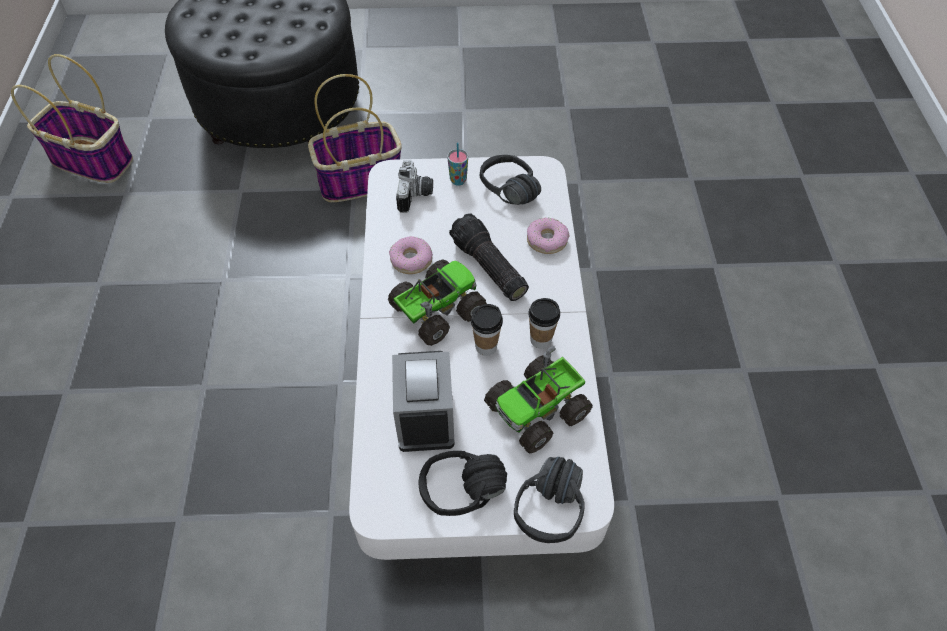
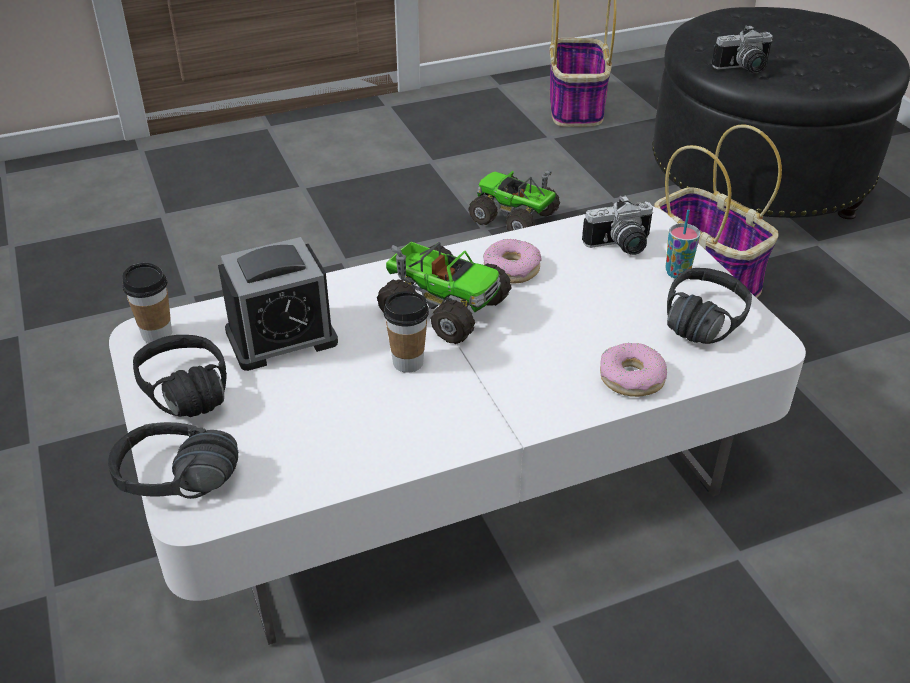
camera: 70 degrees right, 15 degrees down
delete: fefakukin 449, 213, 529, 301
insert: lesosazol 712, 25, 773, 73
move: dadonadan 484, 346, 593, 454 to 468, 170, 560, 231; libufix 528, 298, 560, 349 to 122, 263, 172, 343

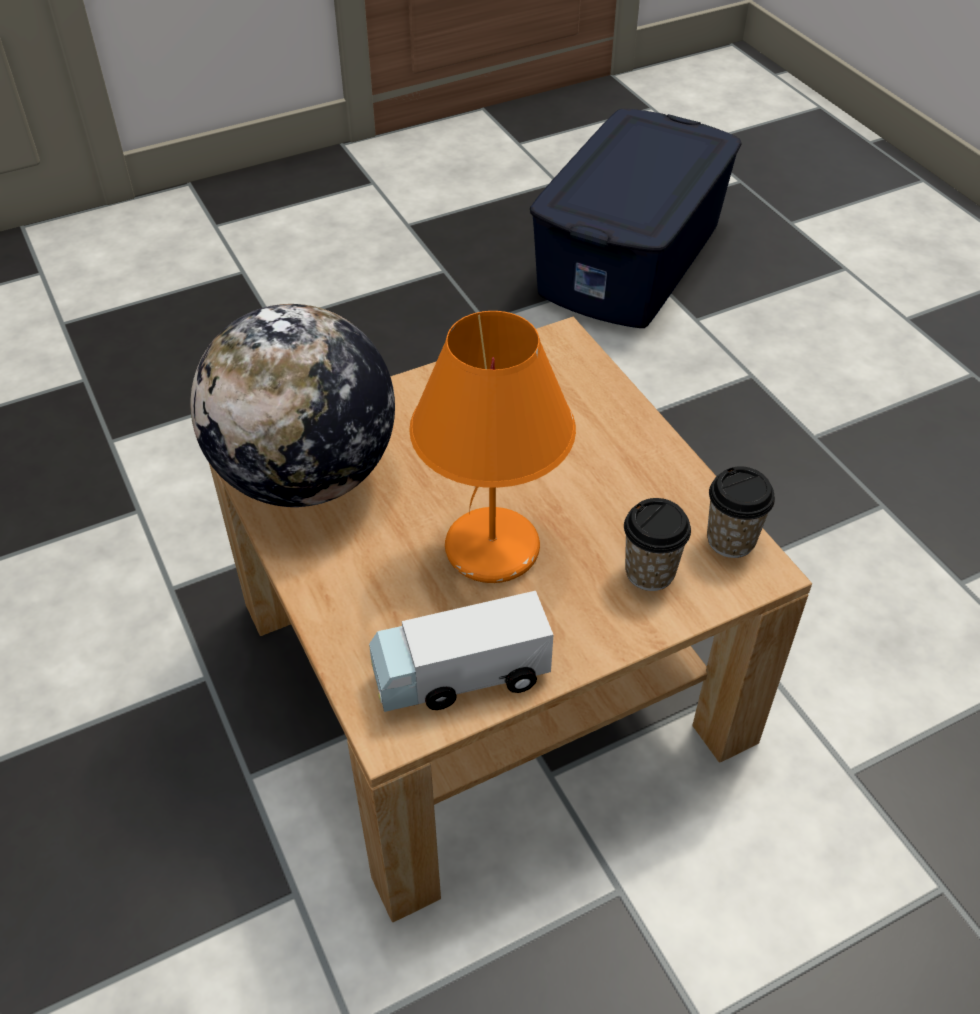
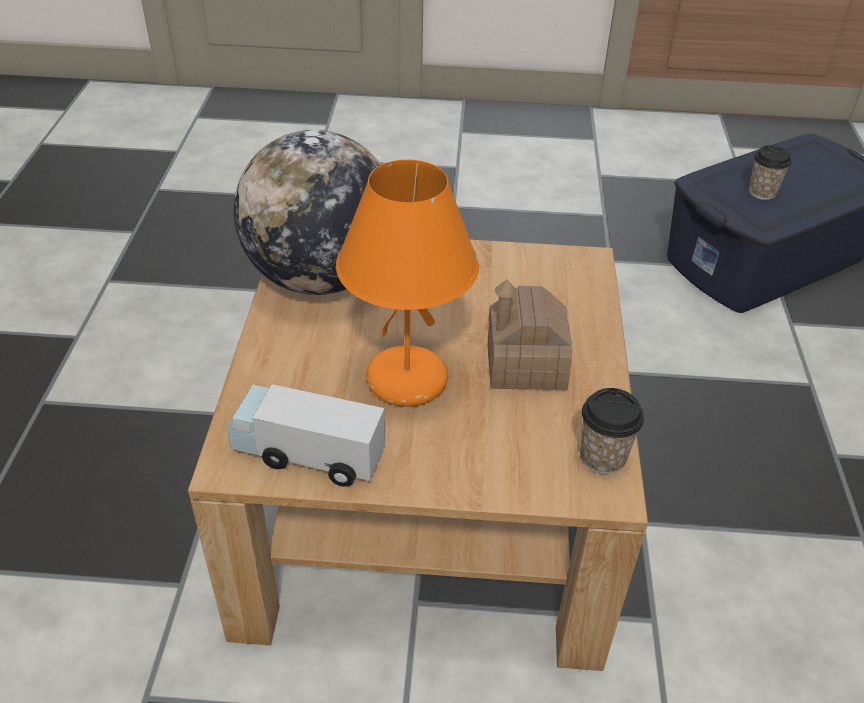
camera: 30 degrees right, 5 degrees down
insert: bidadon 487, 280, 572, 390
move: libufix 624, 498, 691, 591 to 749, 145, 791, 200

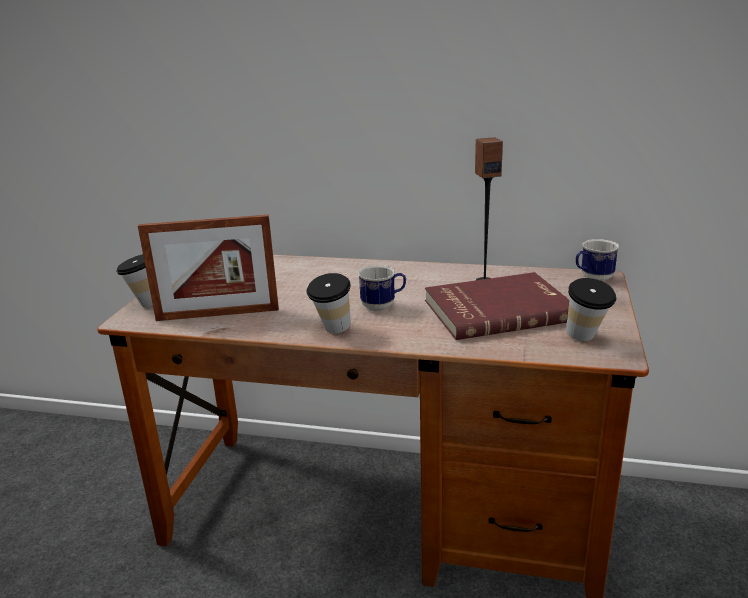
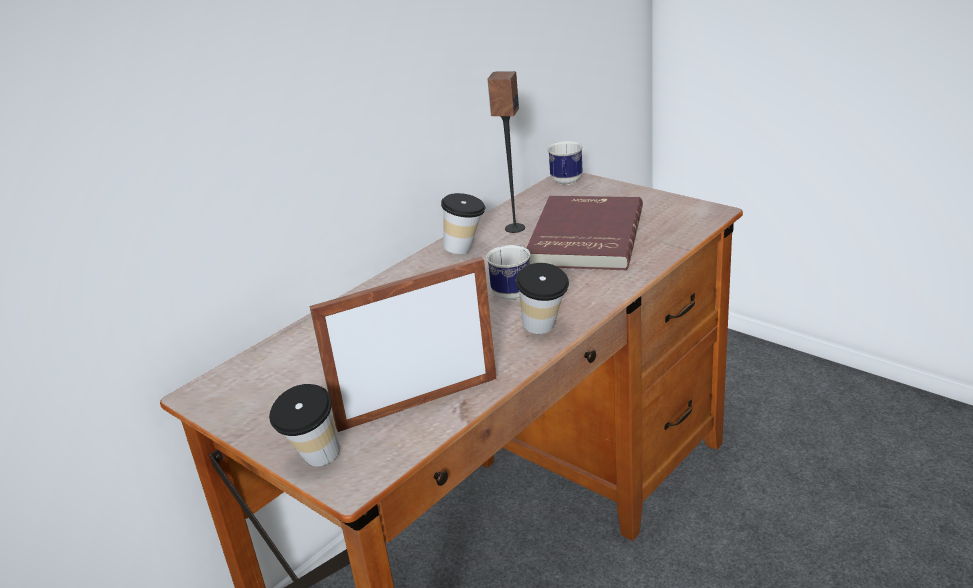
camera: 60 degrees left, 5 degrees up
move: libufix 566, 278, 616, 341 to 441, 193, 485, 254
rotate: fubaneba 138, 215, 279, 321 = 310, 257, 496, 432 135 degrees counterclockwise

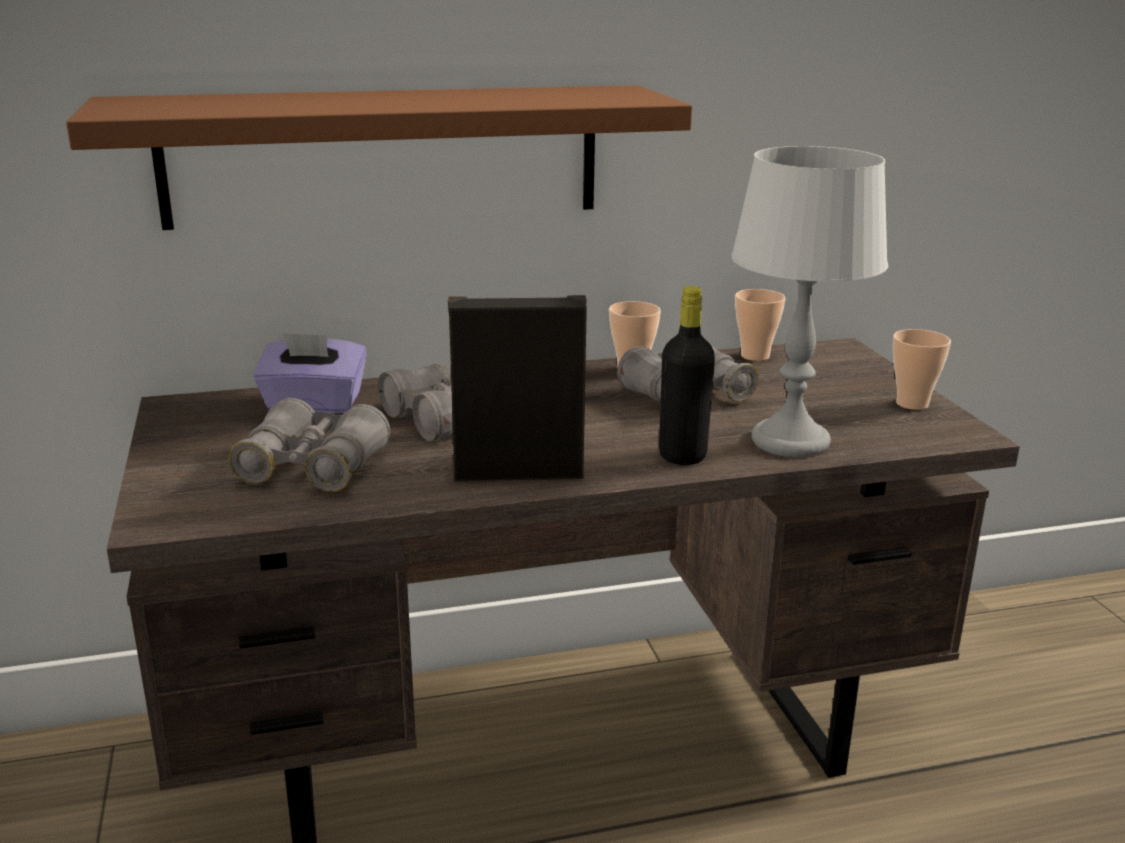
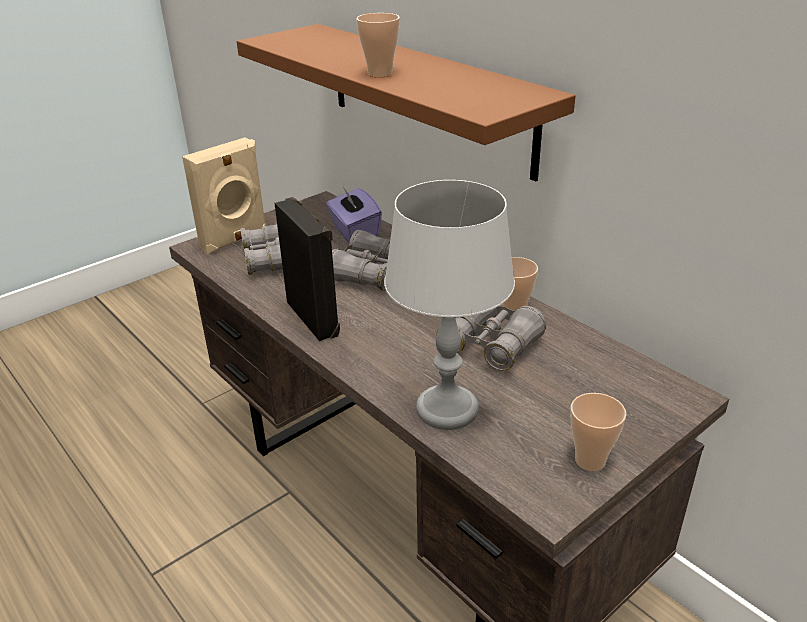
camera: 65 degrees right, 10 degrees up
delete: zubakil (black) 659, 286, 715, 465
insert: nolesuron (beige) 182, 137, 267, 254
move: libufix 735, 289, 786, 361 to 356, 13, 400, 78

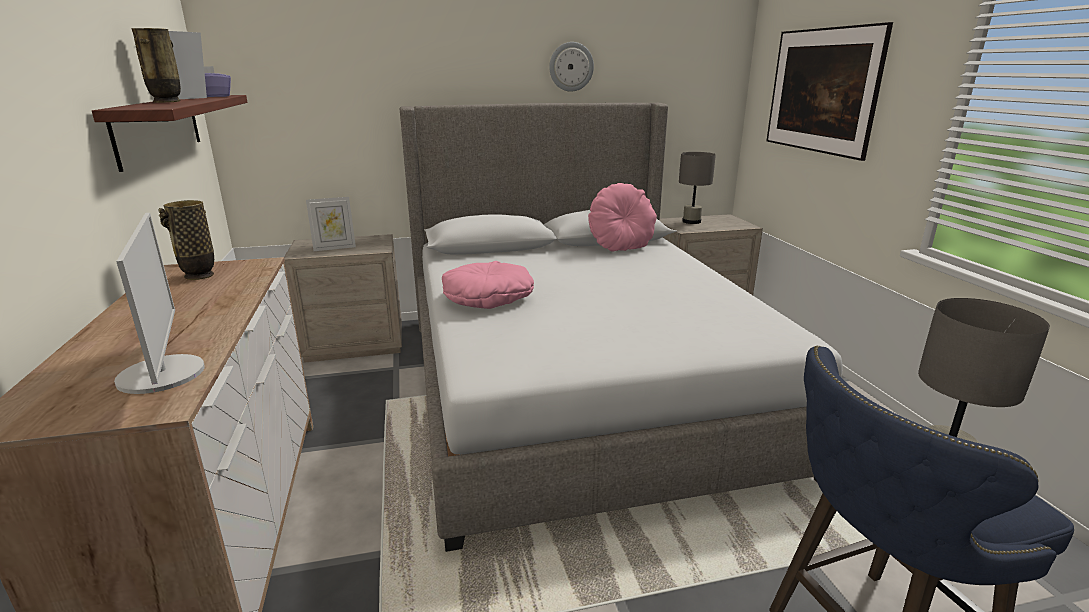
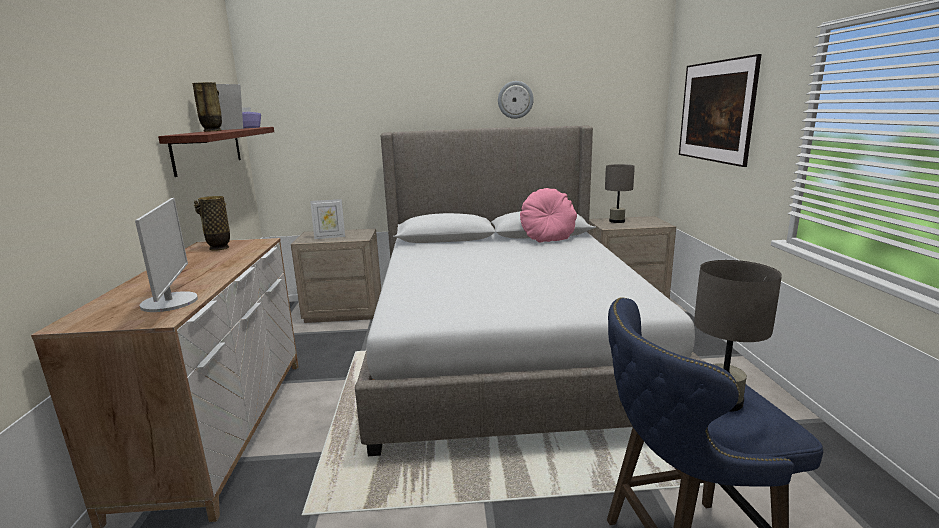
camera: 10 degrees right, 5 degrees down
delete: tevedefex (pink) 442, 261, 534, 309

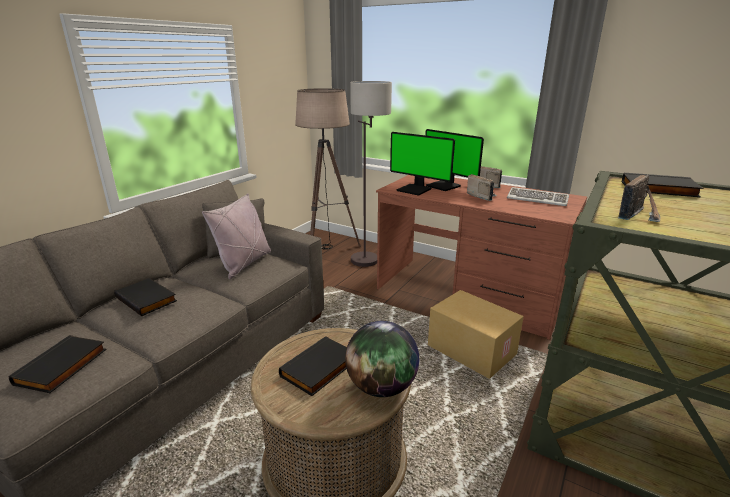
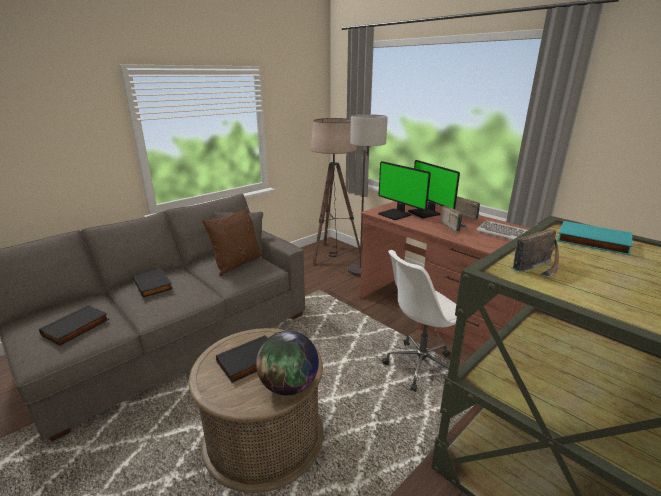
camera: 15 degrees right, 0 degrees up
replace: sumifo 428, 290, 524, 379 to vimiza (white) 382, 250, 457, 392
recolor: tevedefex (purple) 202, 193, 271, 279 to tevedefex (brown) 202, 207, 263, 276; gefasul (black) 622, 173, 703, 197 to gefasul (turquoise) 557, 221, 633, 255

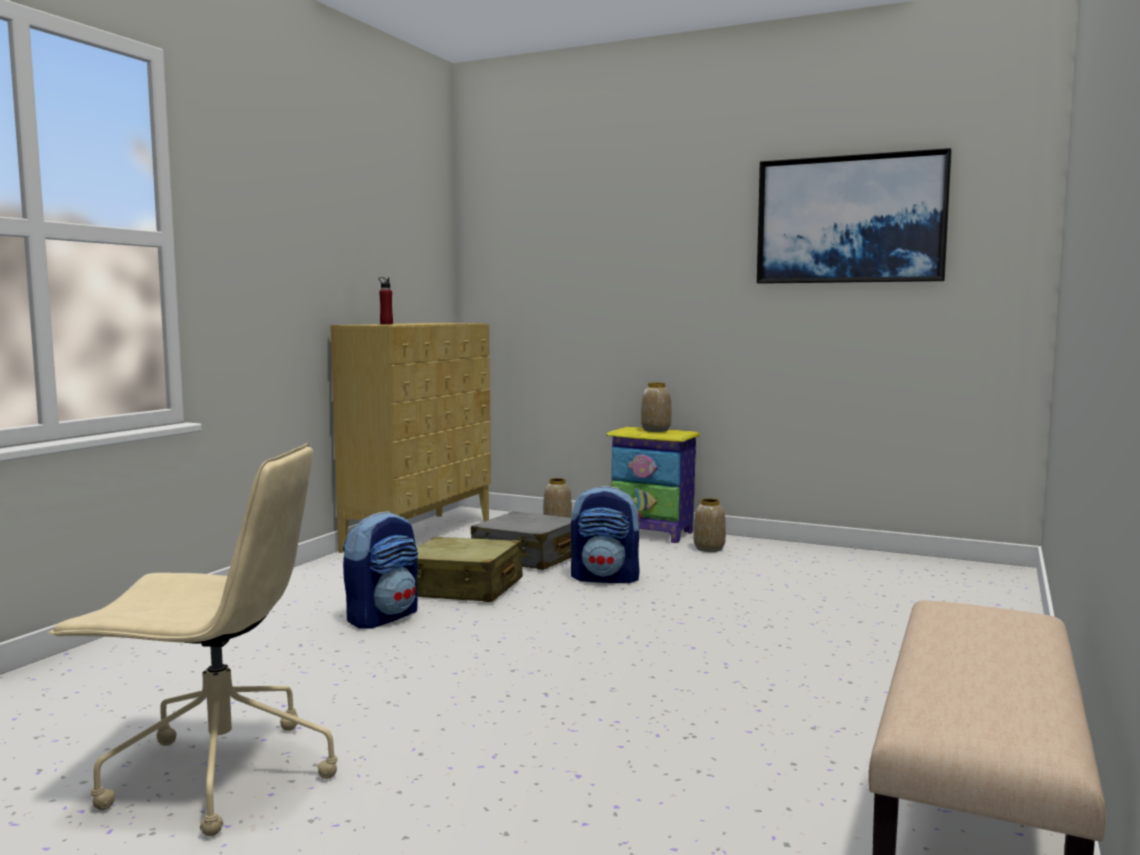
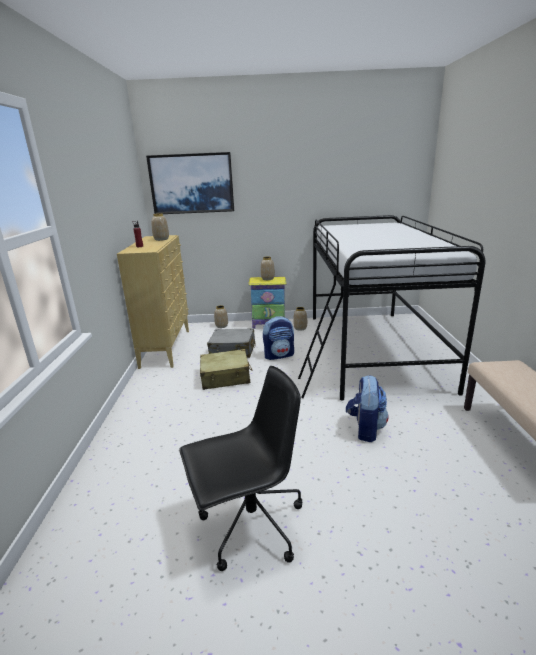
camera: 25 degrees left, 15 degrees up
insert: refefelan 151, 213, 169, 241; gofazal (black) 298, 215, 485, 401
move: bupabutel 343, 511, 418, 628 to 346, 375, 388, 442; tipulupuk 757, 148, 952, 284 to 146, 152, 234, 214
recolor: vimiza (beige) 48, 443, 338, 836 to vimiza (black) 179, 366, 302, 571

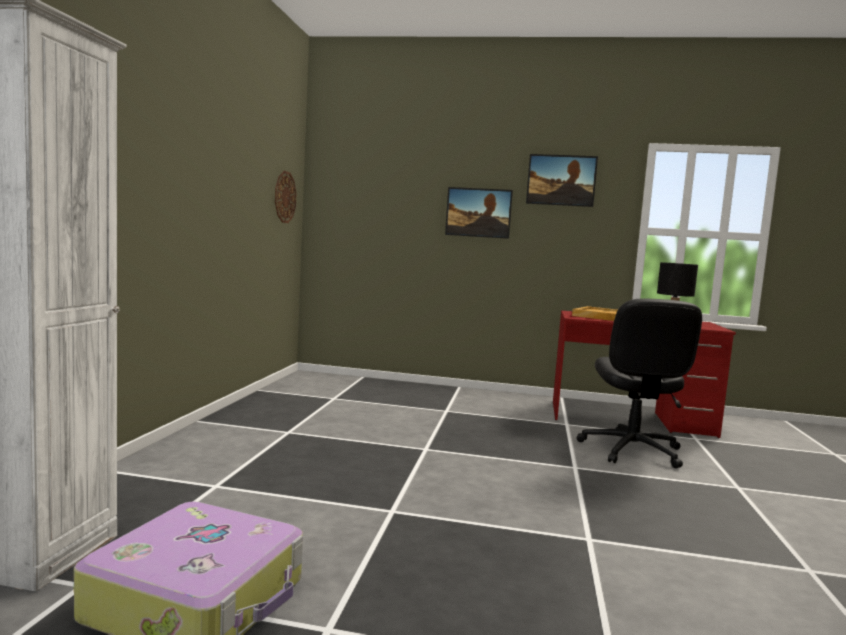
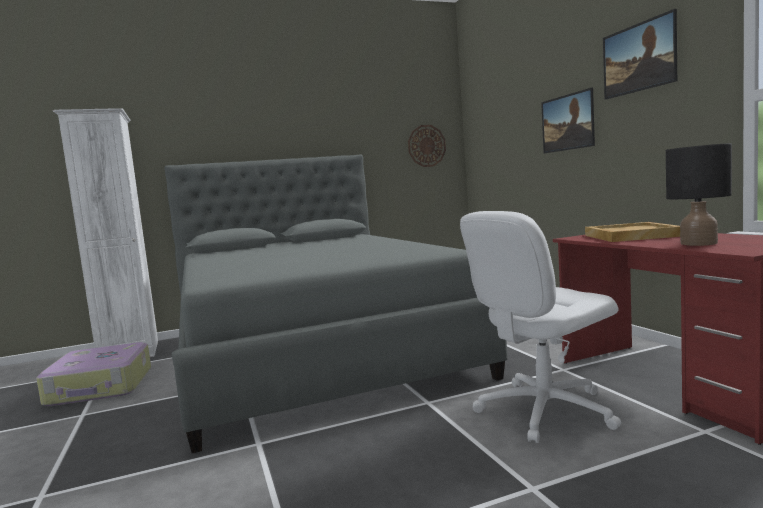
camera: 60 degrees right, 0 degrees up
insert: gofazal (grey) 164, 155, 507, 453
recolor: vimiza (black) 577, 299, 702, 468 to vimiza (white) 460, 211, 621, 443

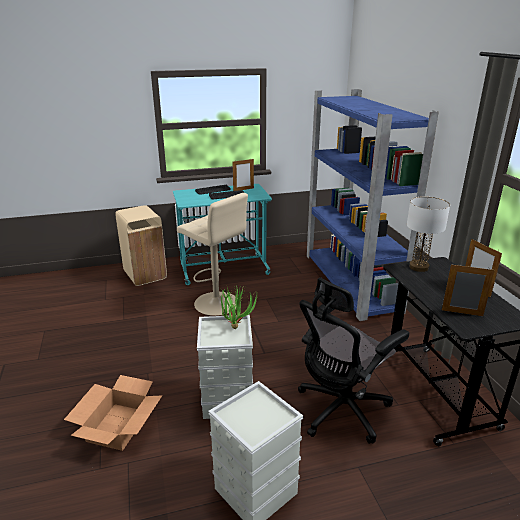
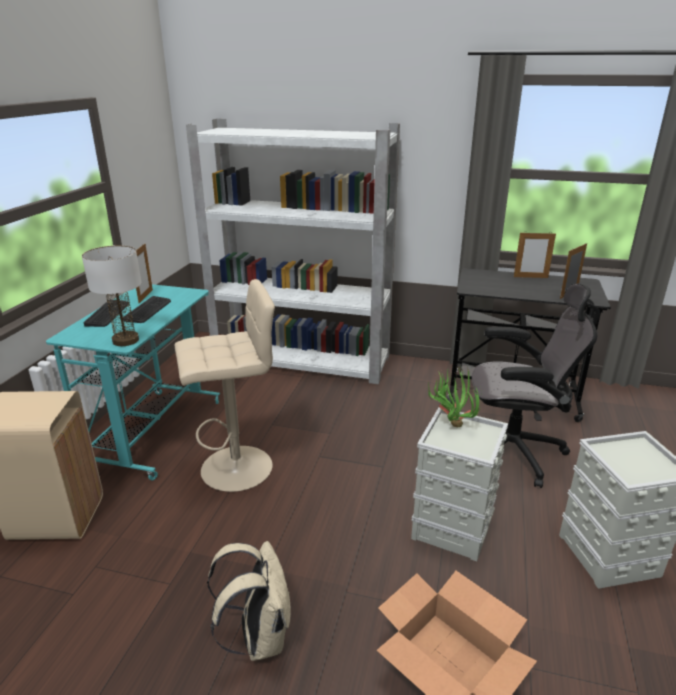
camera: 60 degrees left, 0 degrees up
insert: bupabutel (beige) 207, 541, 291, 661
move: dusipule 407, 197, 450, 272 to 82, 245, 141, 346
recolor: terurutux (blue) 307, 89, 439, 321 to terurutux (white) 186, 119, 400, 385
rotate: vimiza 298, 277, 409, 444 = 472, 283, 600, 488 75 degrees counterclockwise

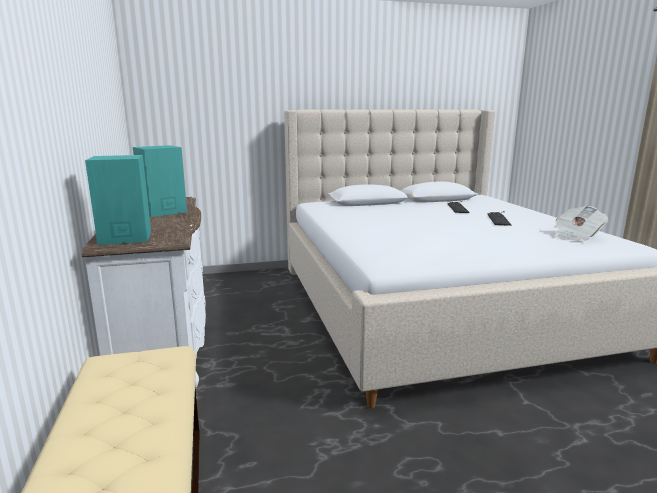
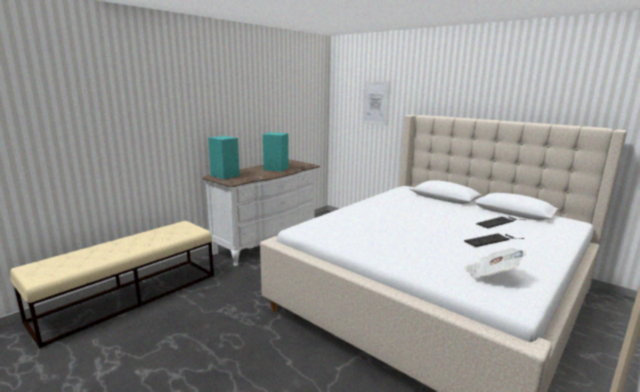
camera: 55 degrees right, 0 degrees up
insert: tipulupuk 362, 81, 390, 125

